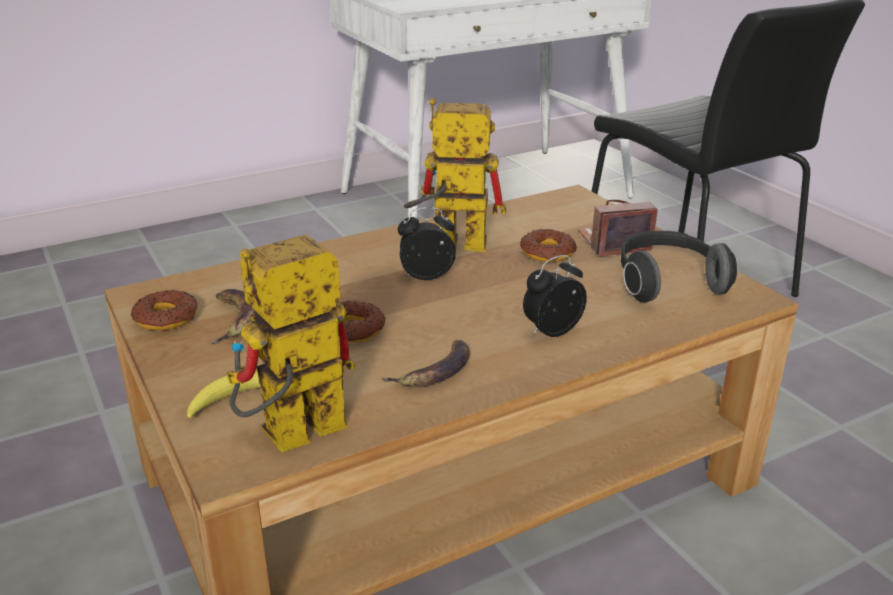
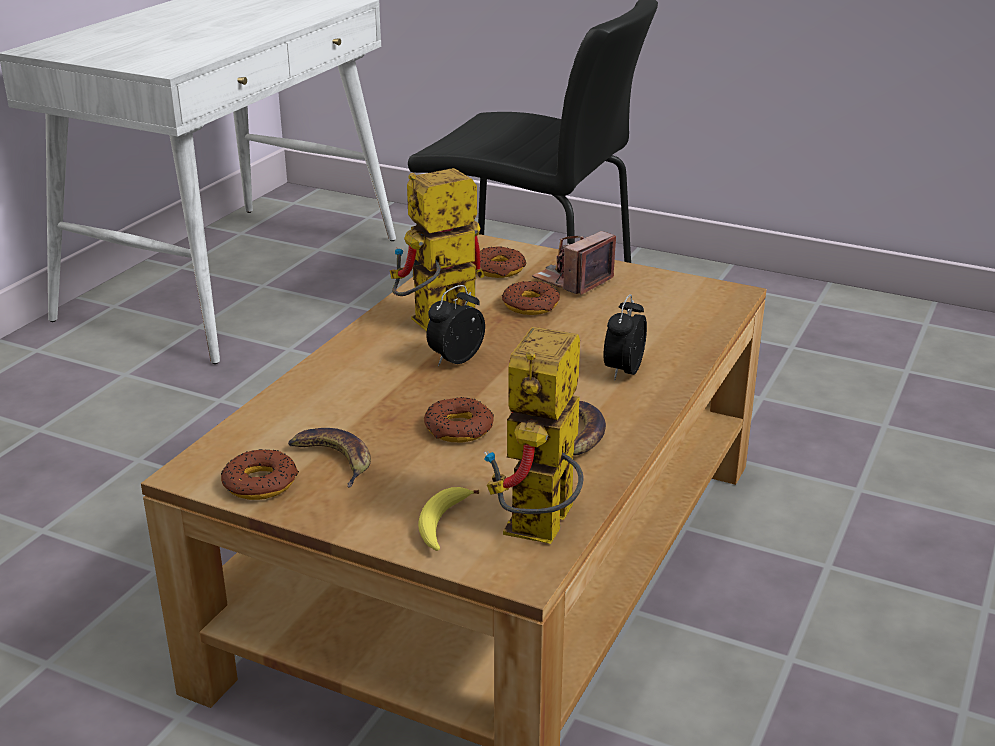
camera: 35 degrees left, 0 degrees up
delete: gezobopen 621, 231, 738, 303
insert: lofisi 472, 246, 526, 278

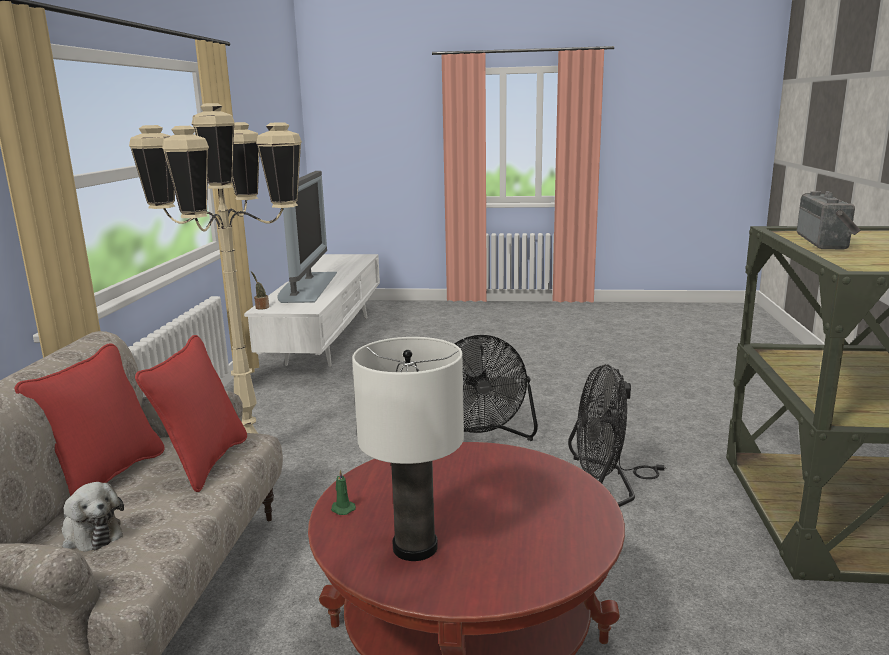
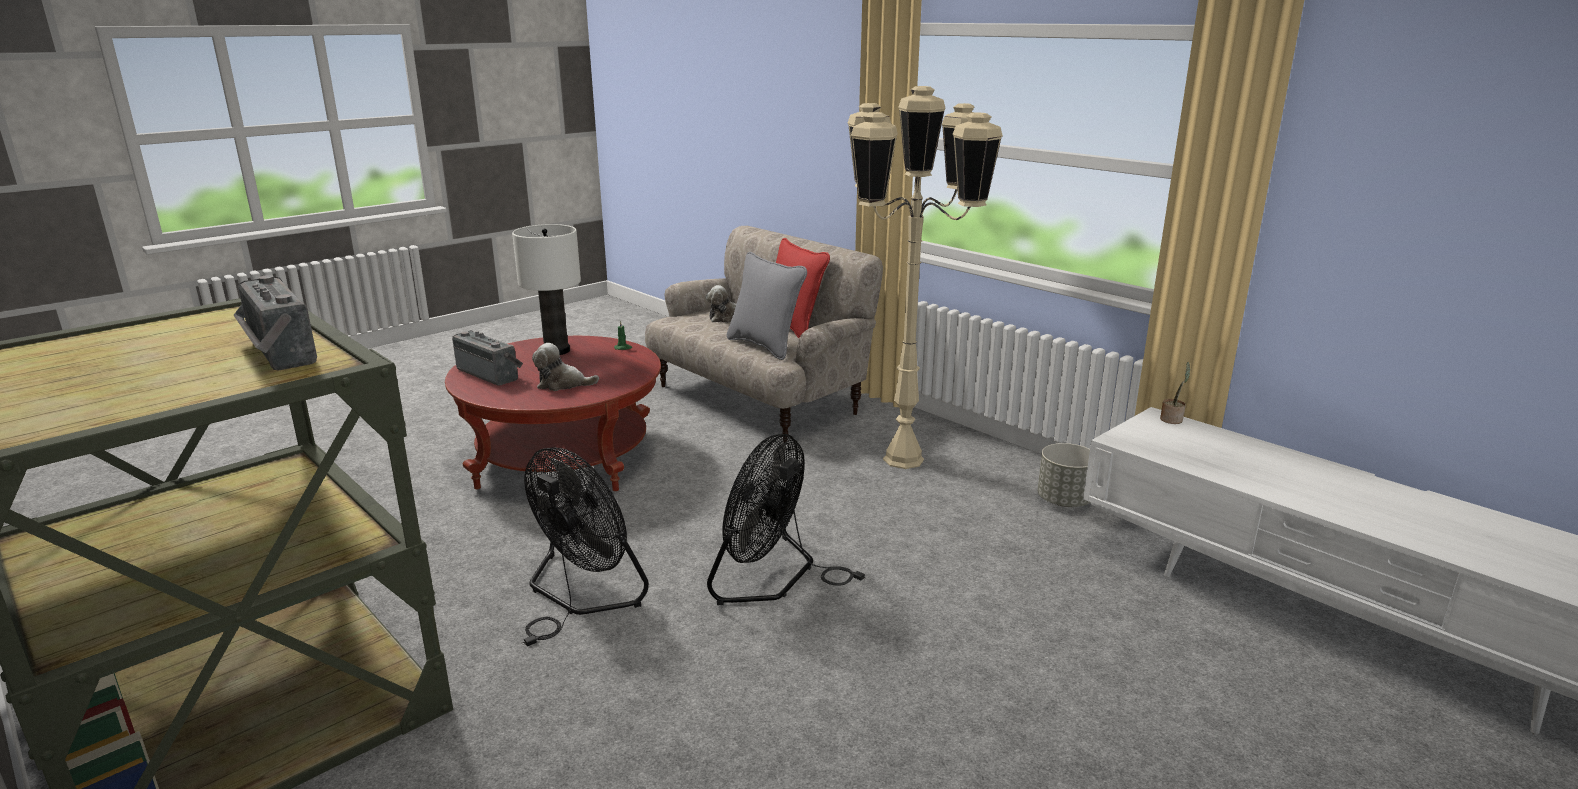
camera: 130 degrees right, 5 degrees up
delete: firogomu 277, 171, 337, 303
insert: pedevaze 452, 330, 523, 386; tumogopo 532, 343, 599, 391; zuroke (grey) 1037, 443, 1090, 507
recolor: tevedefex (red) 135, 335, 247, 492 to tevedefex (grey) 727, 252, 807, 360

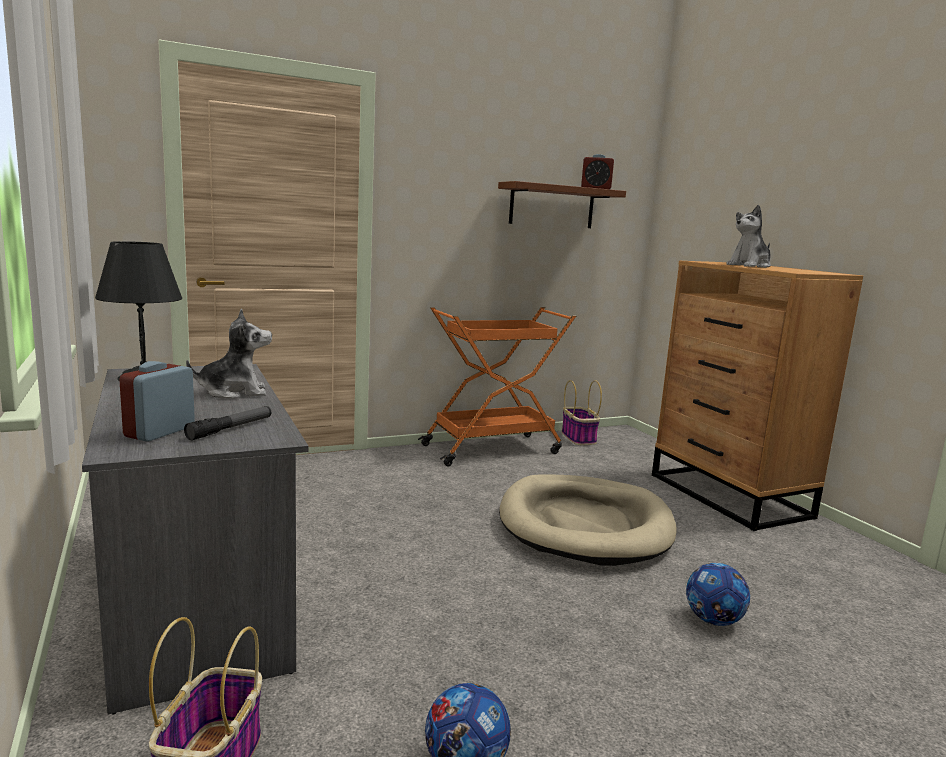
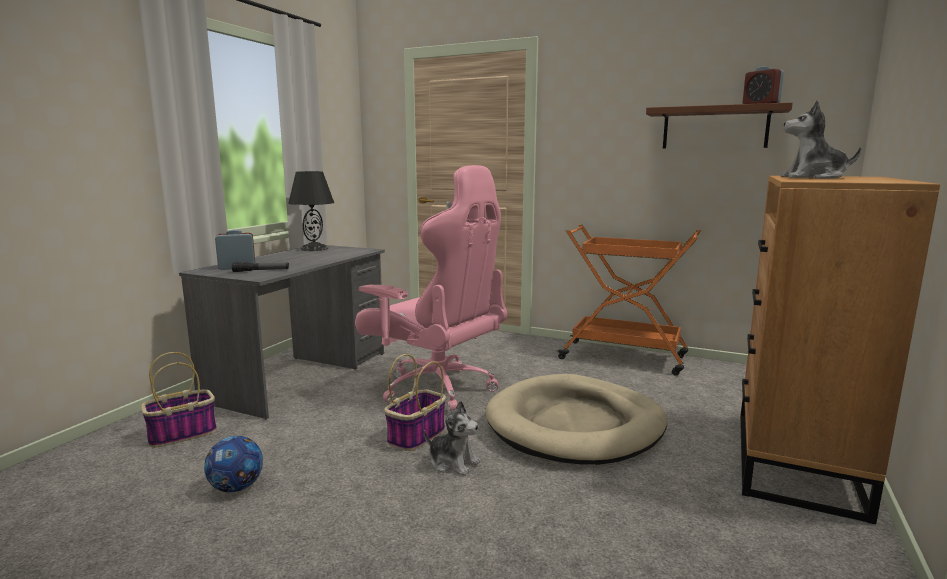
camera: 50 degrees right, 0 degrees up
delete: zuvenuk 686, 563, 750, 626
insert: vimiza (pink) 355, 165, 507, 413
move: tumogopo 186, 309, 272, 399 to 424, 400, 481, 476; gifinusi 562, 380, 602, 445 to 384, 354, 446, 451

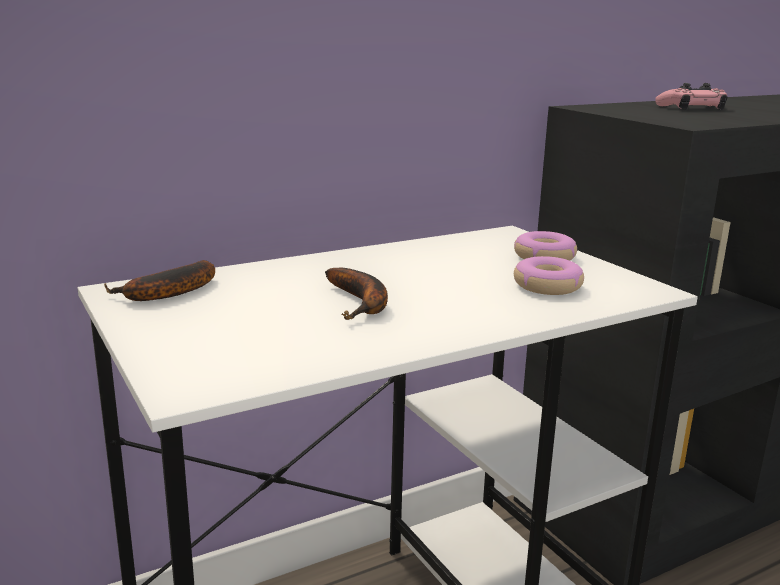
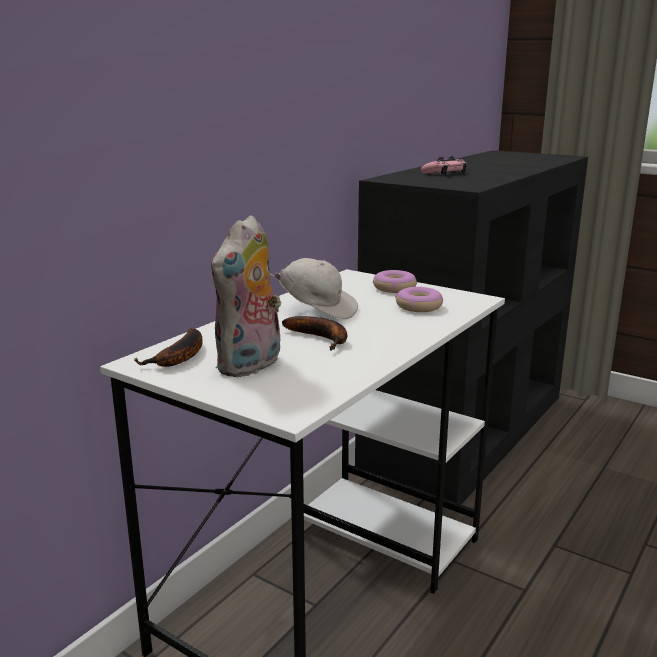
camera: 25 degrees left, 0 degrees up
insert: tumogopo 211, 215, 281, 378; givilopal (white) 269, 258, 358, 319

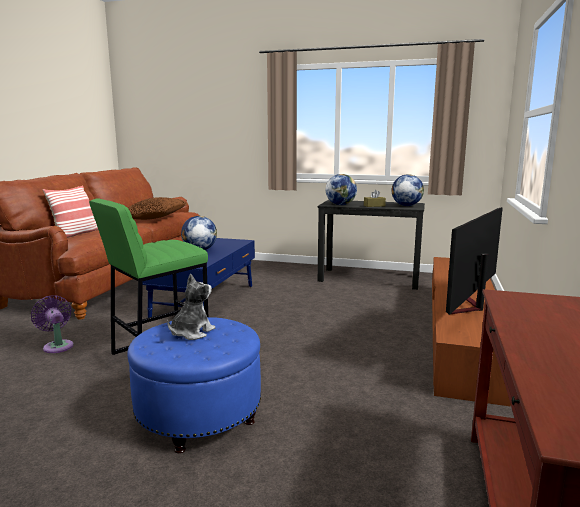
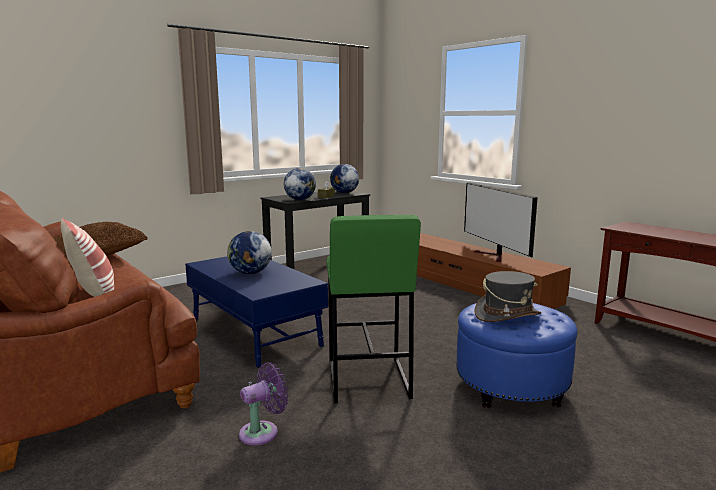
camera: 55 degrees left, 0 degrees up
replace: tumogopo 167, 273, 215, 340 to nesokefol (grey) 474, 271, 542, 322
rotate: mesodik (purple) 31, 295, 74, 353 = 239, 362, 288, 445 150 degrees clockwise

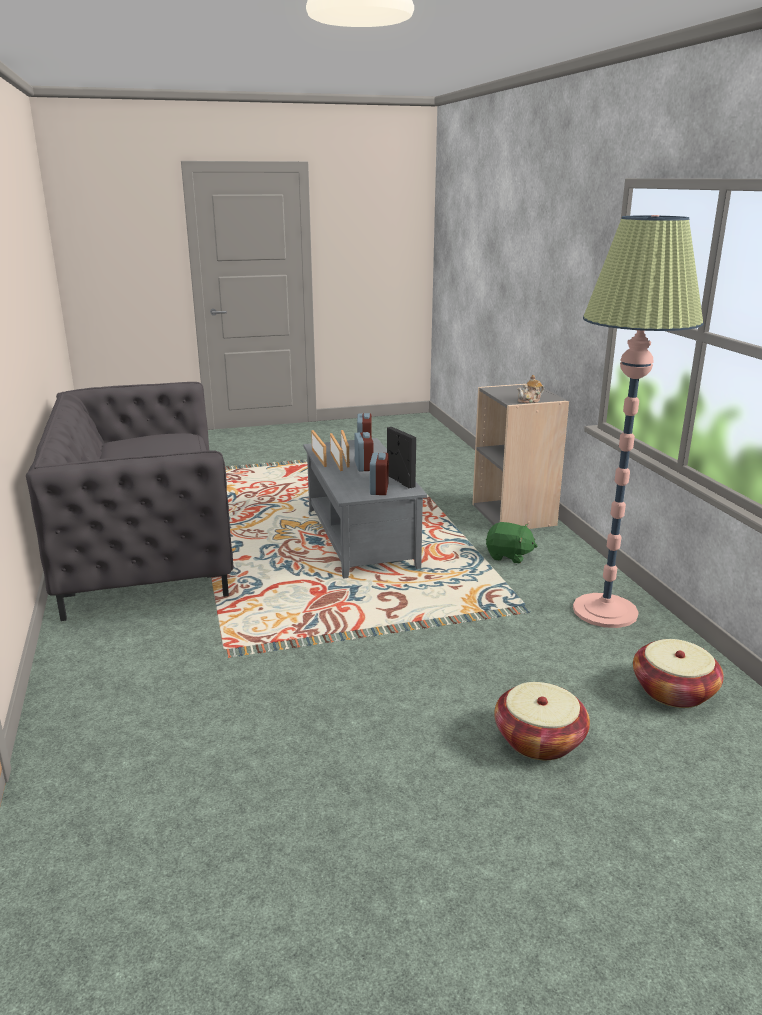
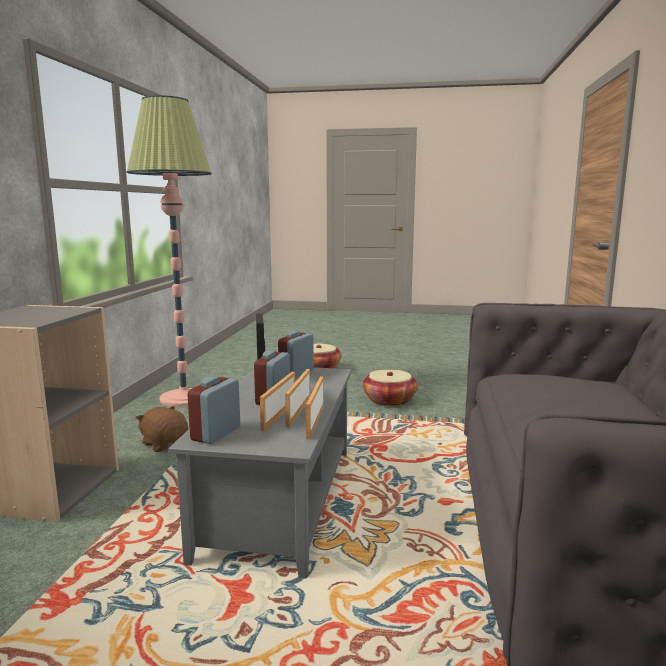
camera: 155 degrees left, 10 degrees down
delete: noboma 517, 375, 544, 403
move: gifinusi 633, 639, 724, 708 to 363, 369, 418, 407
recolor: tumogopo (green) 486, 522, 537, 563 to tumogopo (brown) 136, 406, 188, 452

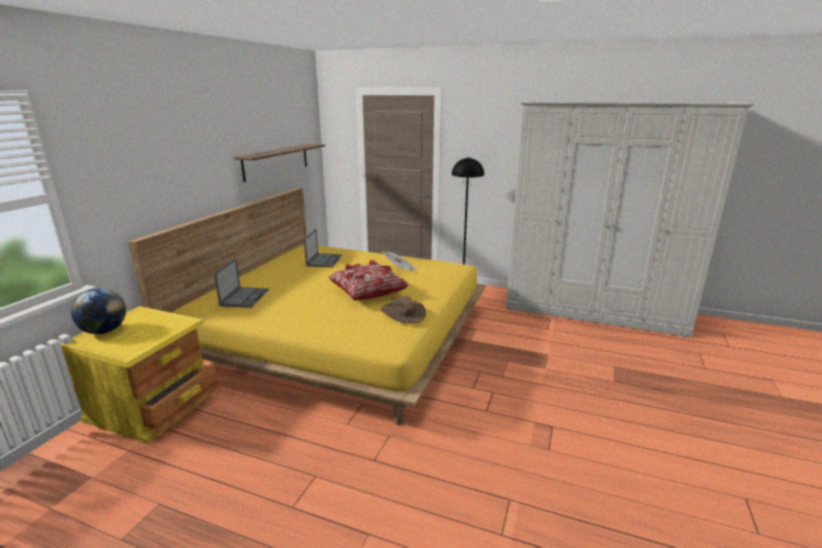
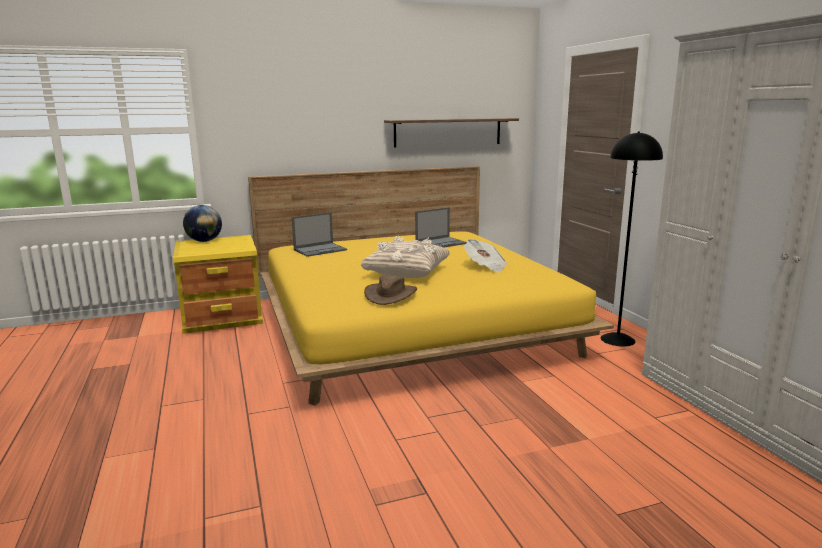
camera: 50 degrees right, 5 degrees down
recolor: tevedefex (red) 329, 259, 408, 301 to tevedefex (beige) 361, 235, 450, 278

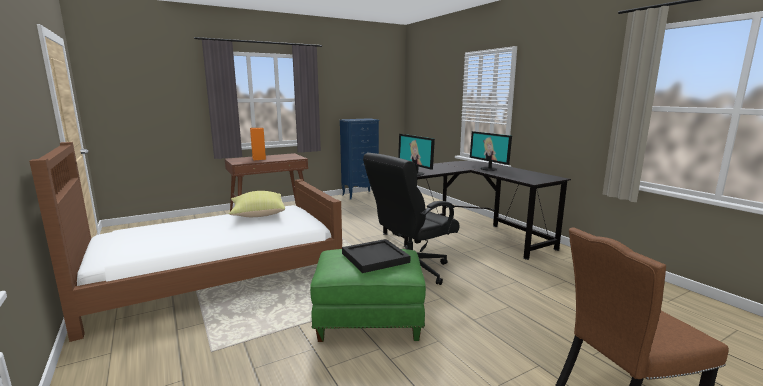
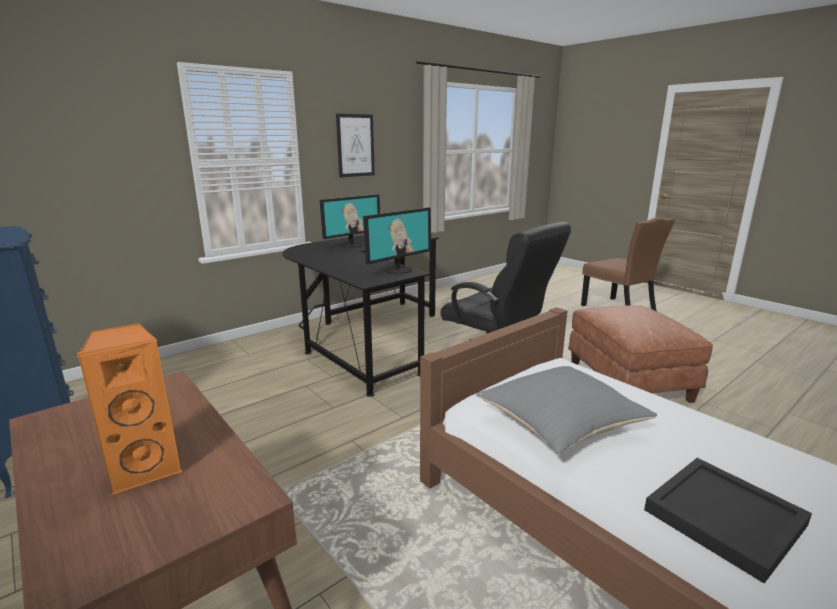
camera: 100 degrees left, 5 degrees up
insert: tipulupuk 336, 114, 375, 177
move: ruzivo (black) 342, 239, 410, 273 to 644, 458, 812, 583
recolor: tevedefex (yellow) 229, 191, 285, 217 to tevedefex (grey) 476, 366, 657, 455; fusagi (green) 310, 249, 426, 342 to fusagi (brown) 568, 305, 713, 403

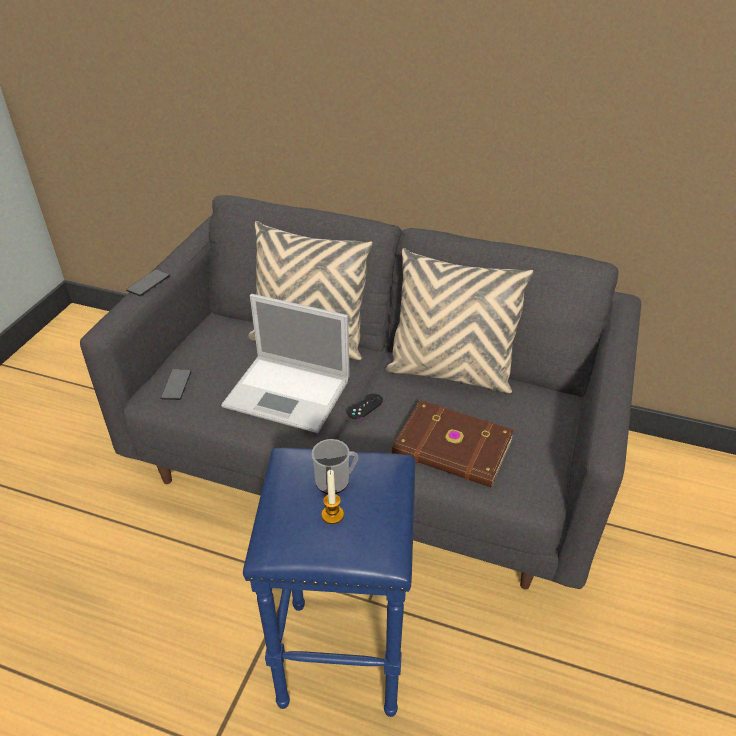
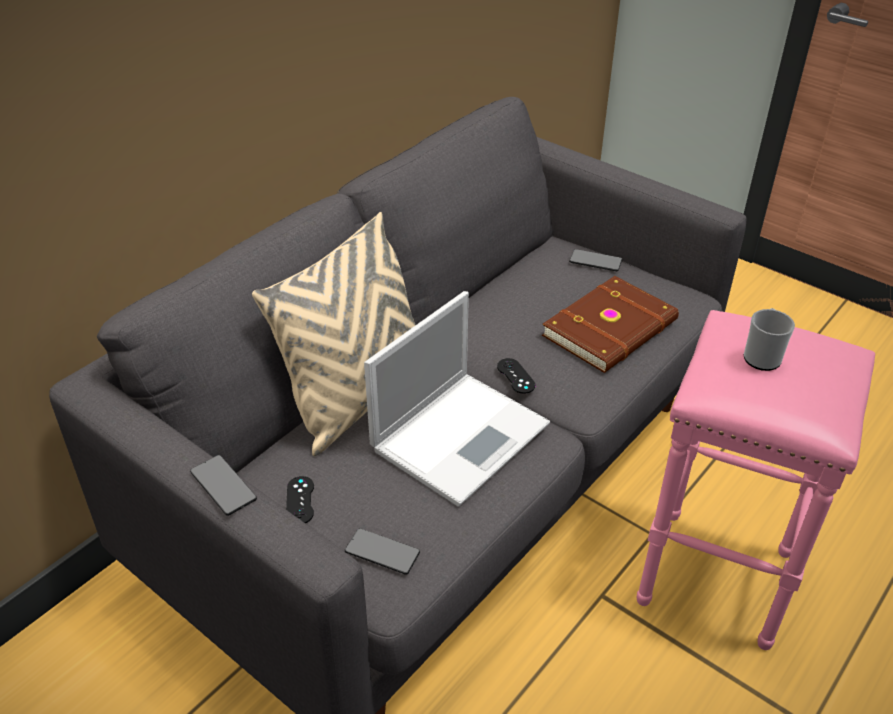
camera: 70 degrees left, 0 degrees up
delete: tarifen 321, 470, 344, 524; tevedefex (beige) 385, 248, 534, 393
insert: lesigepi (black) 286, 476, 314, 523; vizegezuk 569, 249, 622, 271
recolor: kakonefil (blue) 243, 448, 415, 717 to kakonefil (pink) 637, 310, 875, 650

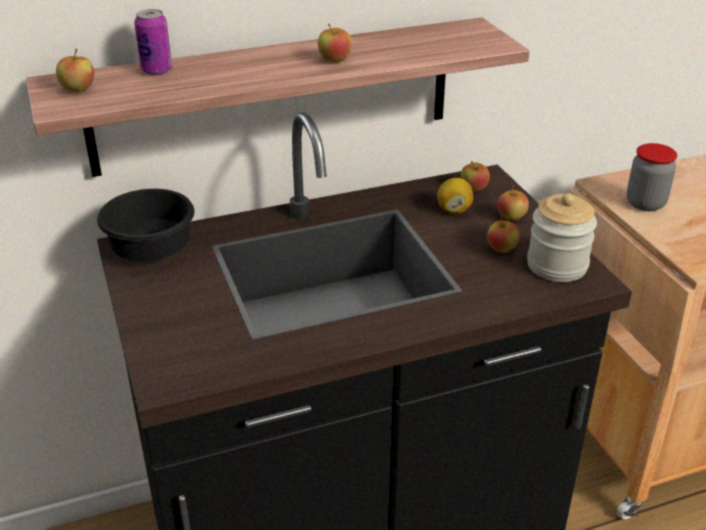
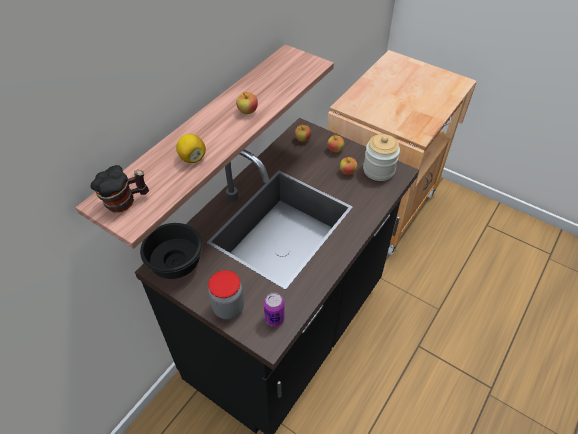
camera: 35 degrees left, 15 degrees up
move: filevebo 134, 9, 172, 75 to 264, 293, 285, 327; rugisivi 437, 178, 473, 214 to 176, 134, 206, 163; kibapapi 627, 143, 677, 211 to 208, 270, 244, 320
replace: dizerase 56, 48, 94, 92 to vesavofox 90, 165, 149, 213

